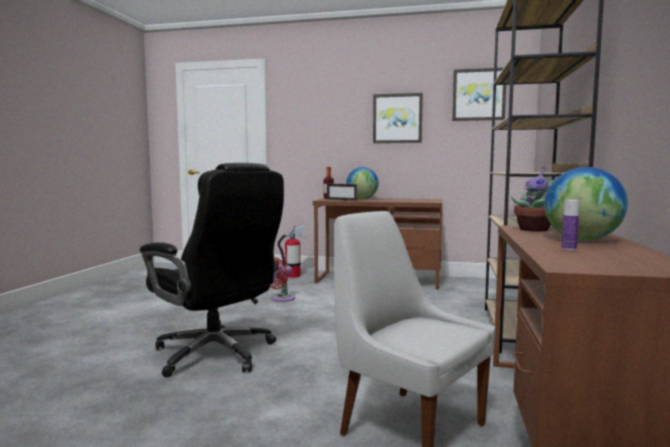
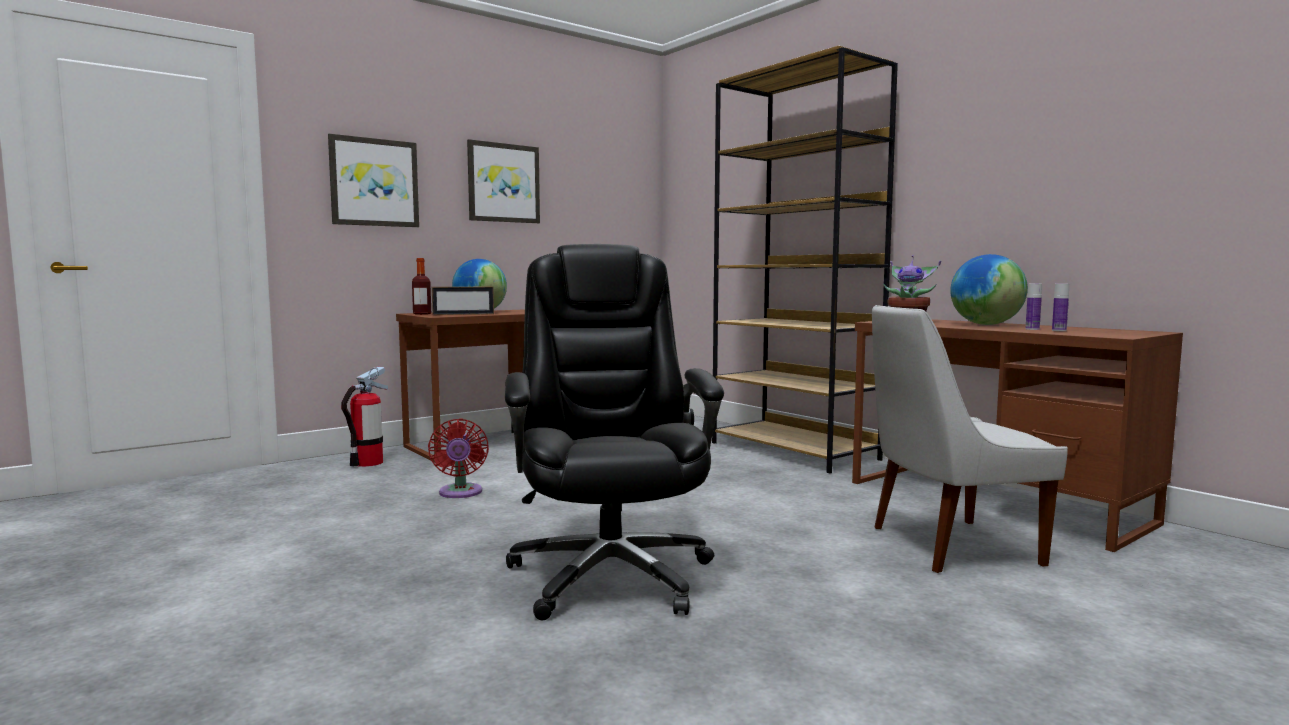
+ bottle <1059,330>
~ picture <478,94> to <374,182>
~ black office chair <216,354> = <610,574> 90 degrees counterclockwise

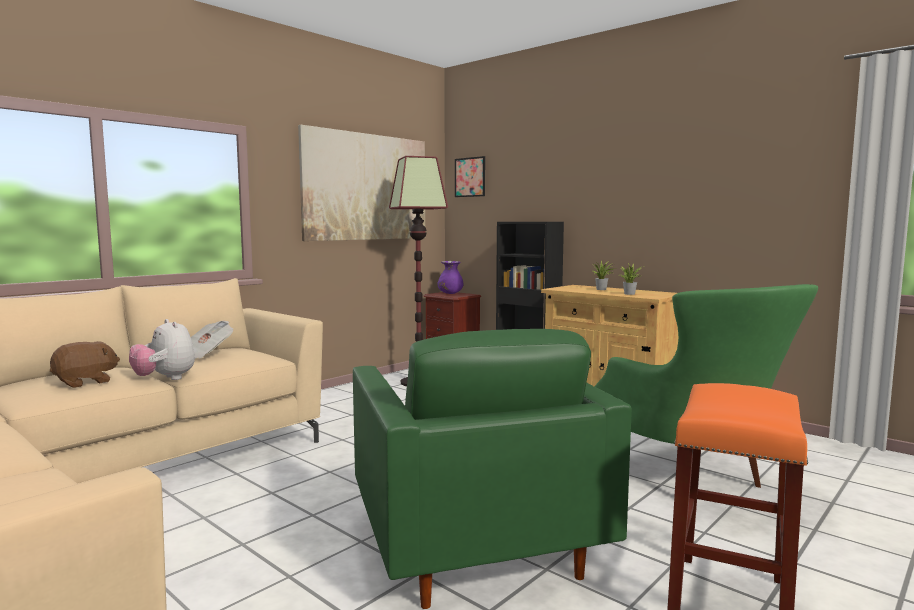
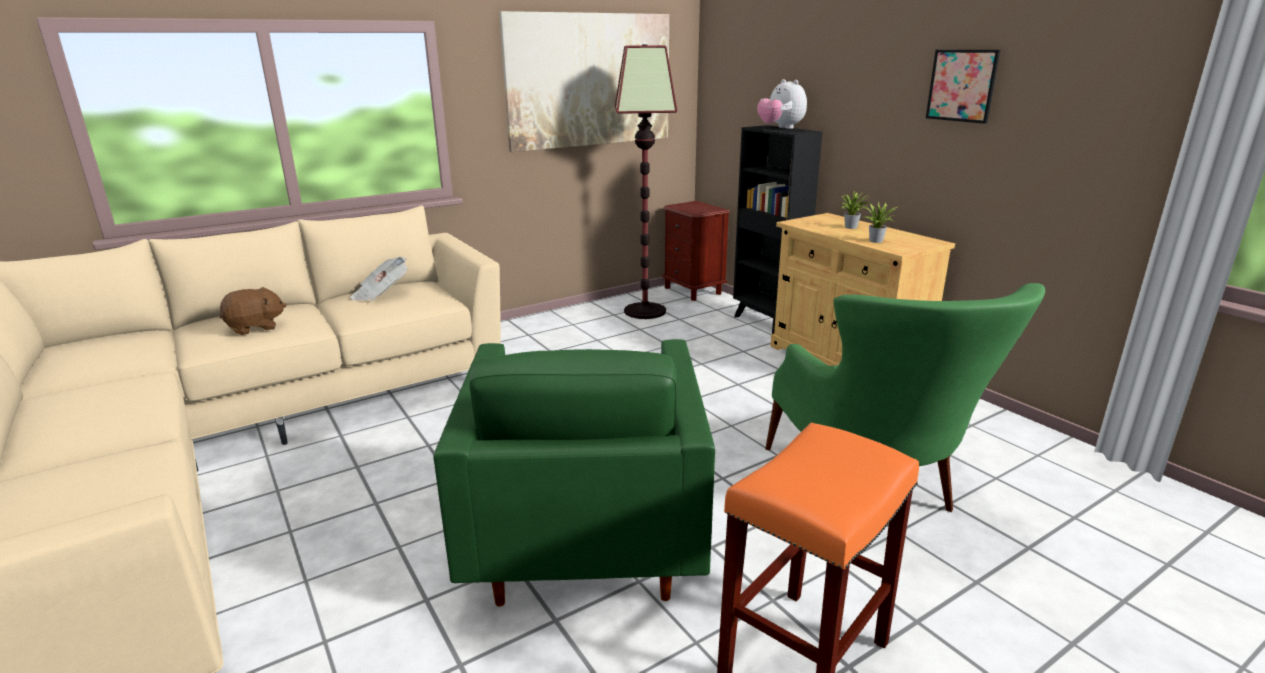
- purple vase <450,293>
~ plush toy <165,379> to <780,128>
~ picture <470,177> to <961,85>

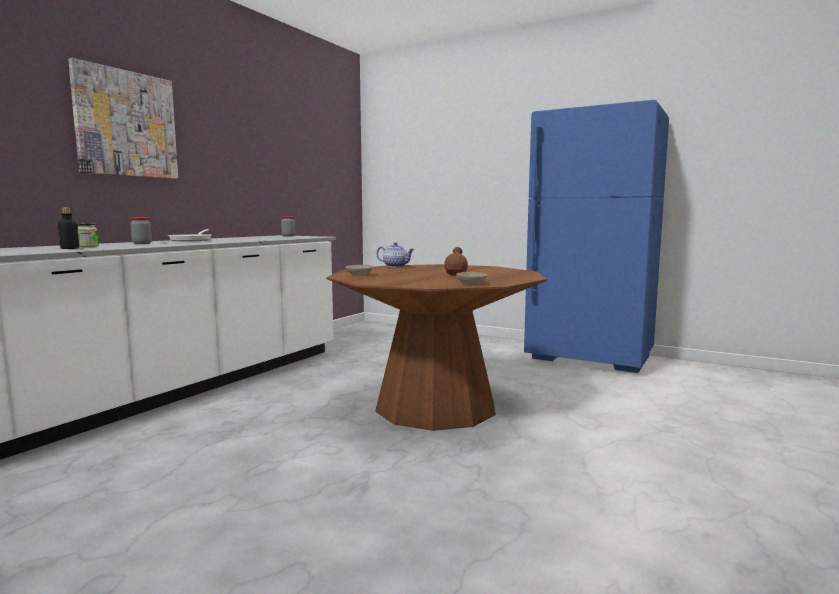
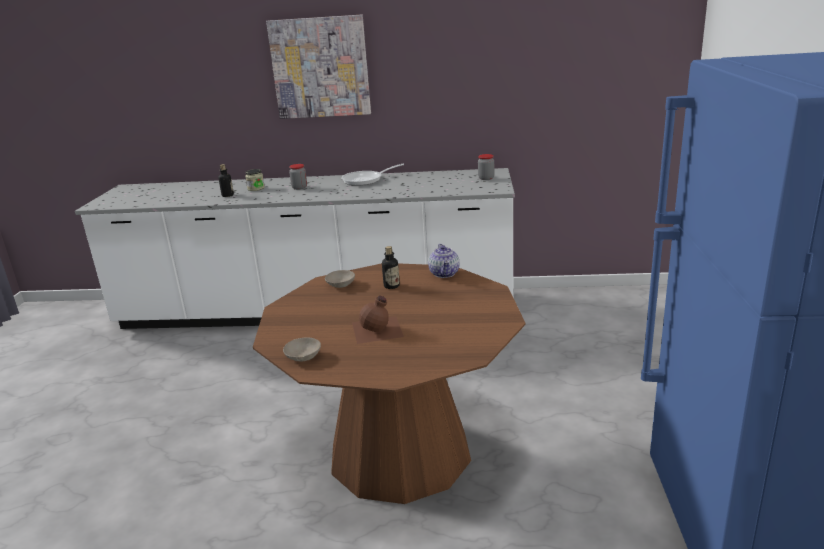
+ bottle <391,286>

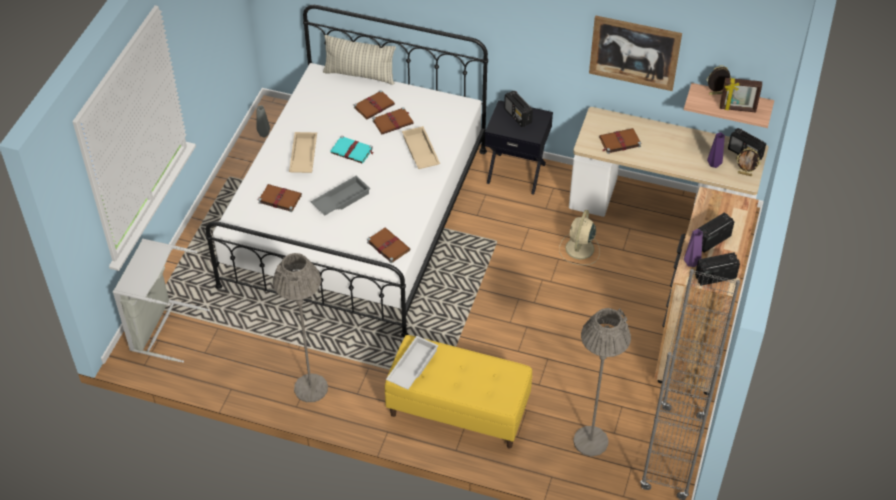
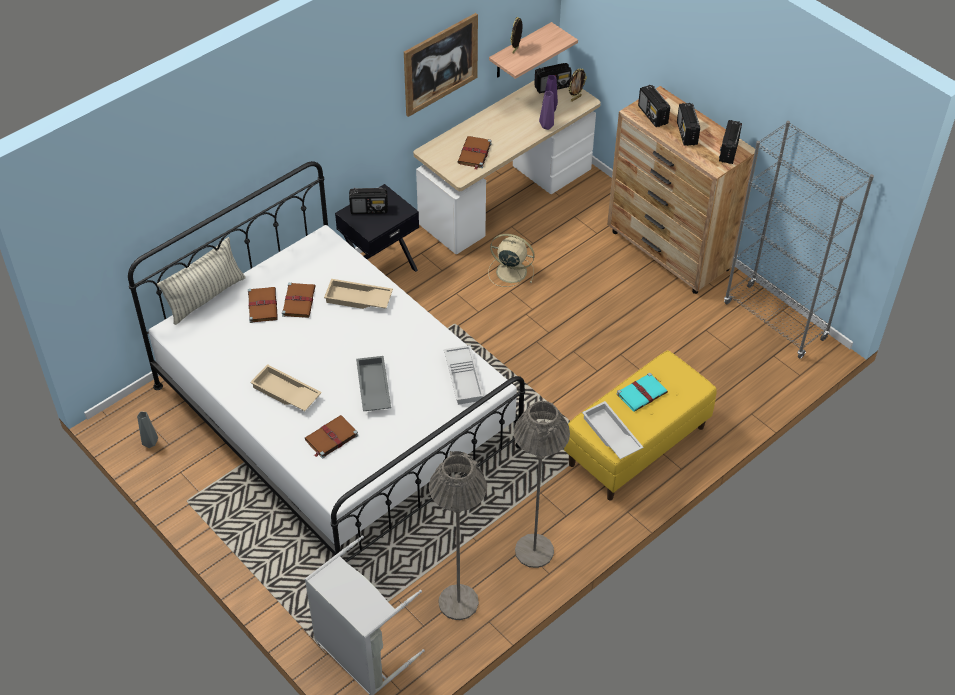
- picture frame <737,109>
+ radio <653,115>
~ turquoise book <352,151> to <642,393>
~ grey floor lamp <590,441> to <458,602>
~ purple vase <691,263> to <547,127>
~ brown book <388,246> to white tray <464,378>
~ beige fan <579,249> = <510,271> 150 degrees clockwise

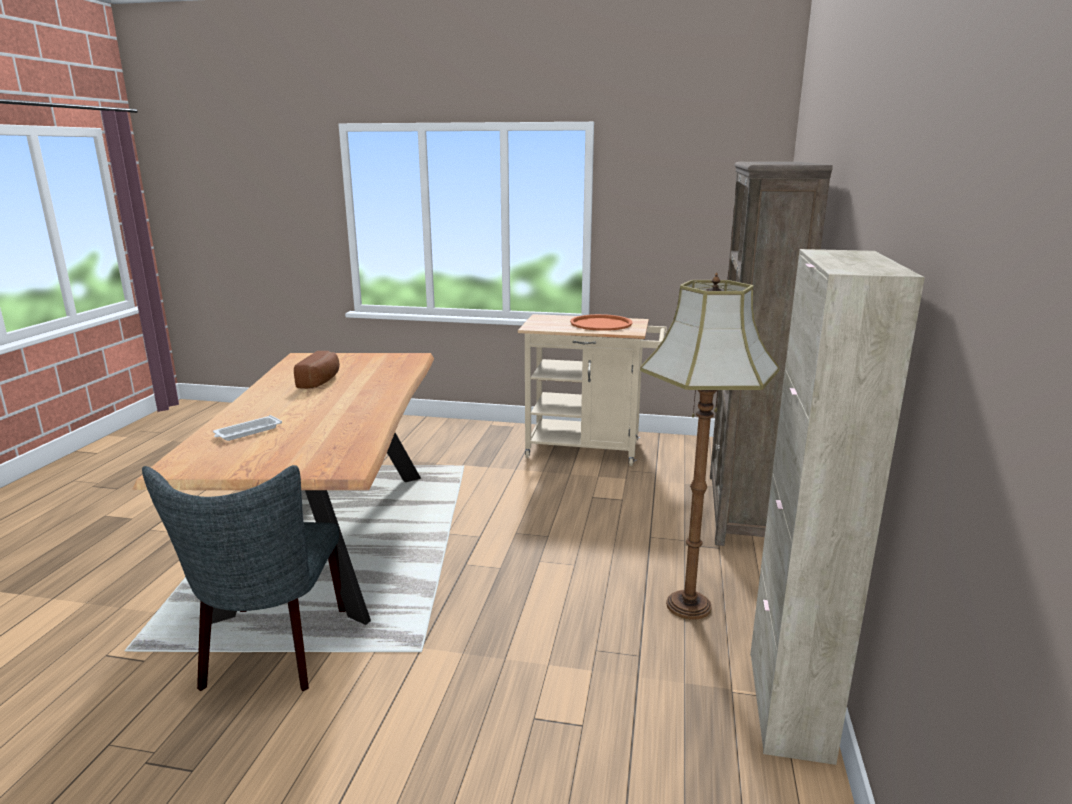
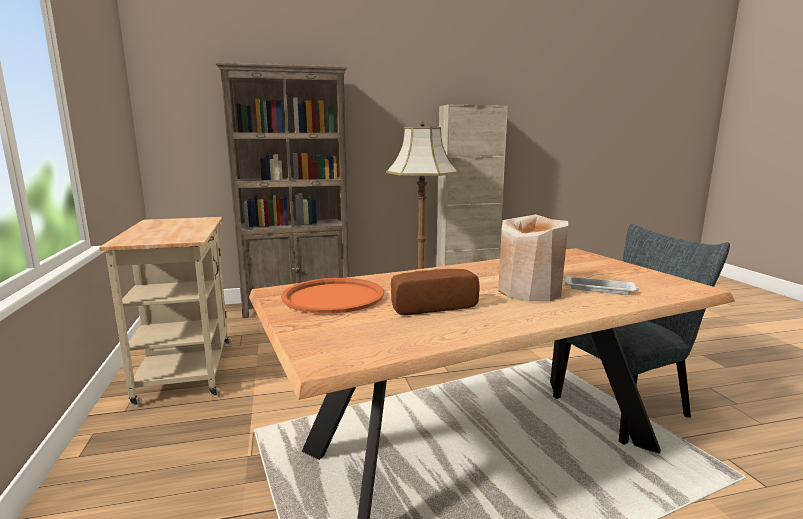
+ beige vase <529,291>
~ orange tray <601,324> to <333,297>

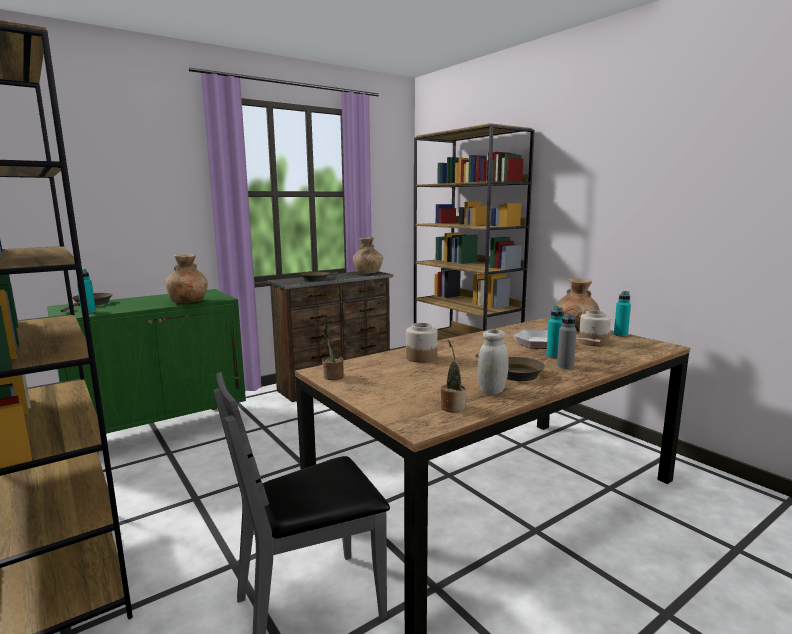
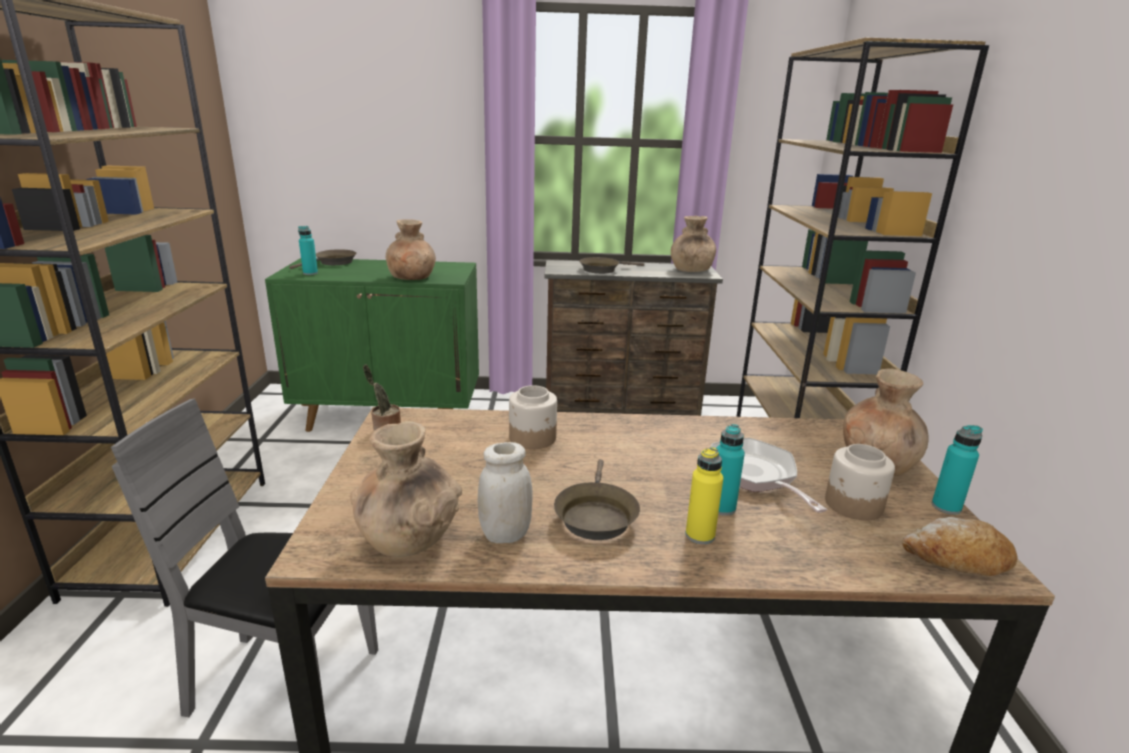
+ bread <956,559>
~ potted plant <452,407> to brown vase <408,539>
~ grey bottle <565,366> to yellow bottle <700,535>

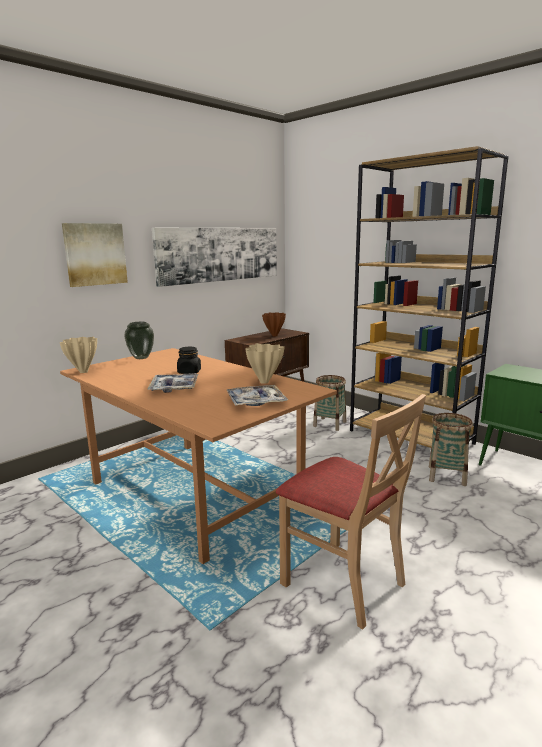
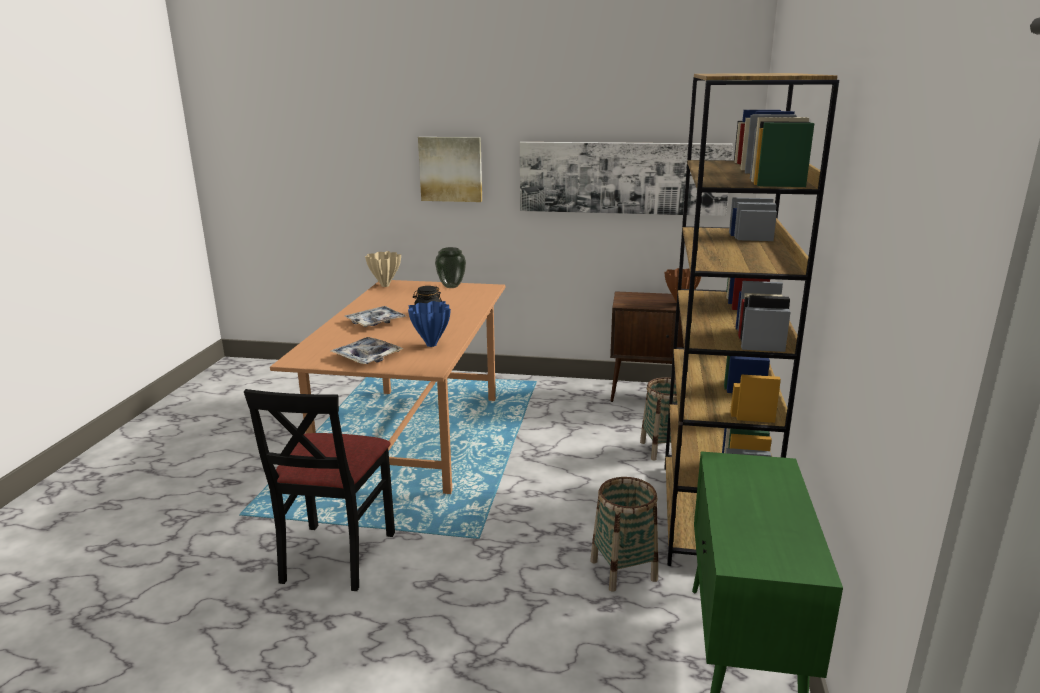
~ beige vase <264,382> to blue vase <431,345>
~ beige chair <343,582> to black chair <336,555>

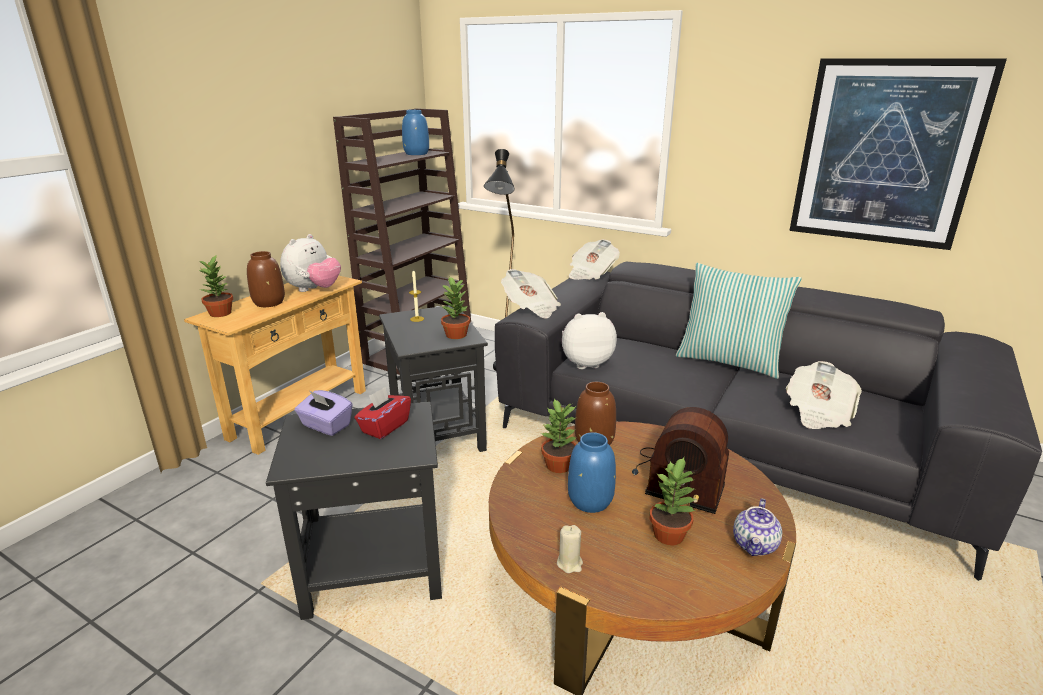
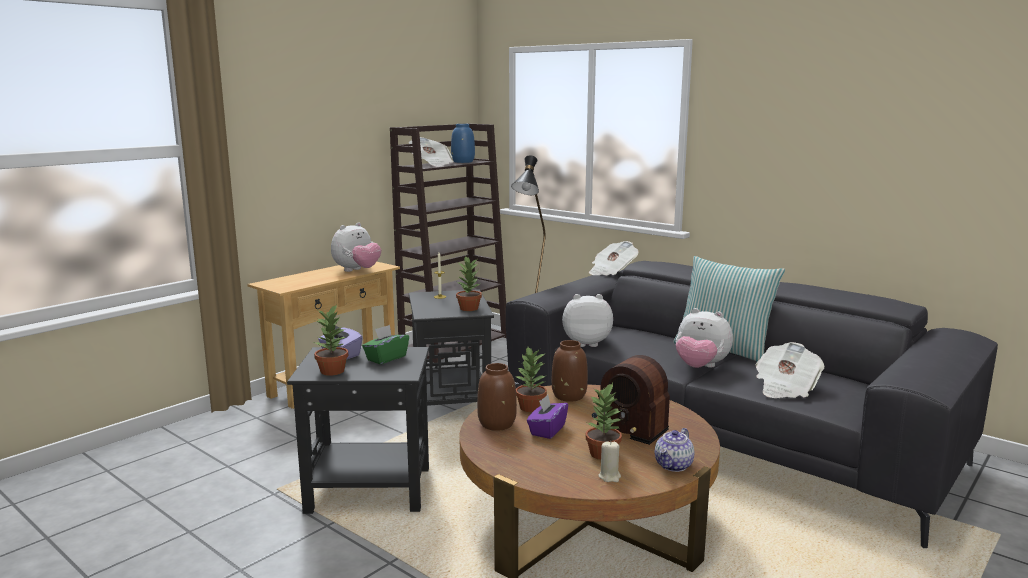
- picture <886,153>
+ plush toy <700,367>
~ potted plant <221,313> to <333,371>
~ brown vase <269,303> to <496,424>
~ newspaper <531,308> to <431,164>
~ beige candle <569,563> to <609,476>
~ blue vase <590,501> to purple tissue box <547,430>
~ red tissue box <384,427> to green tissue box <386,358>

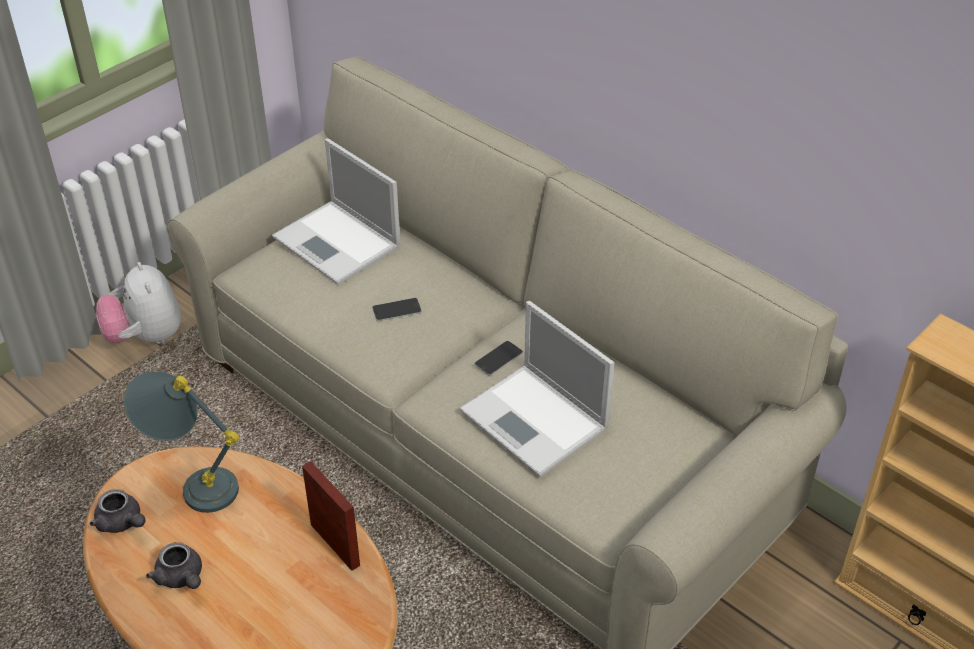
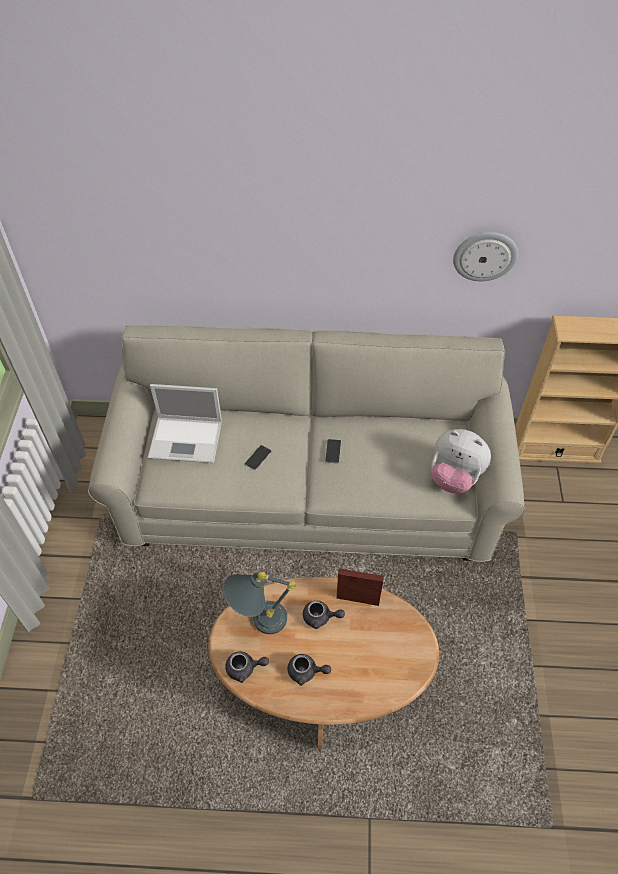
- laptop <536,421>
+ grey teapot <320,617>
+ wall clock <485,255>
~ plush toy <146,337> to <454,477>

